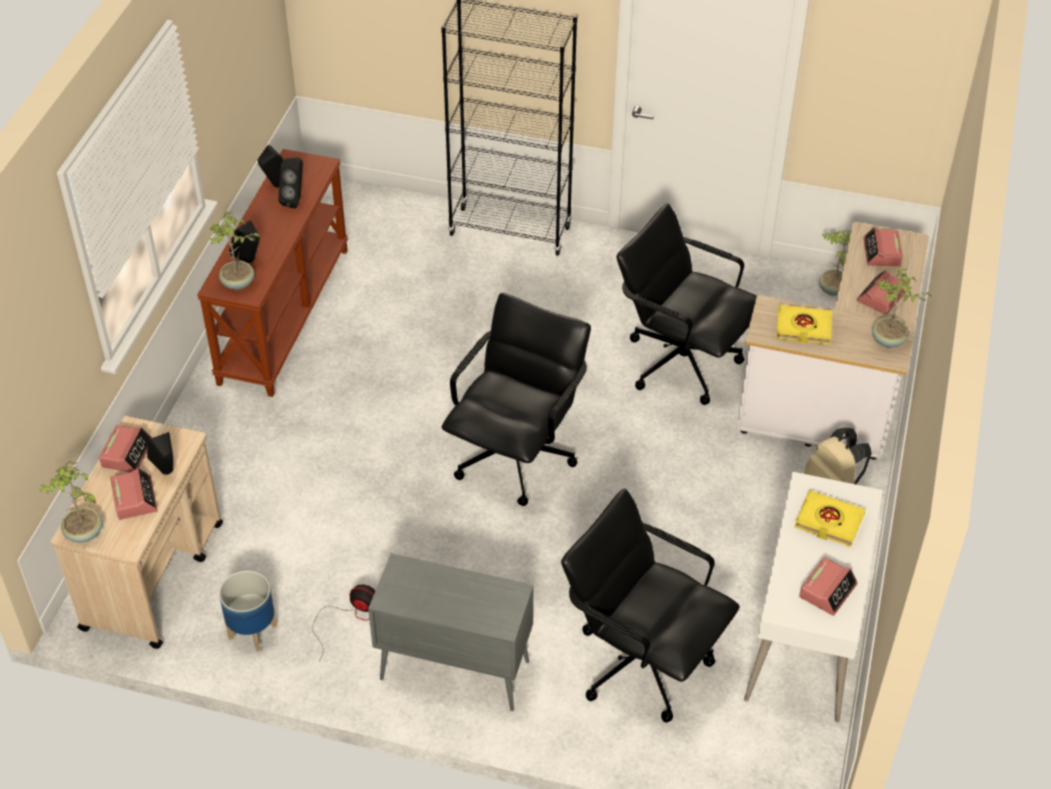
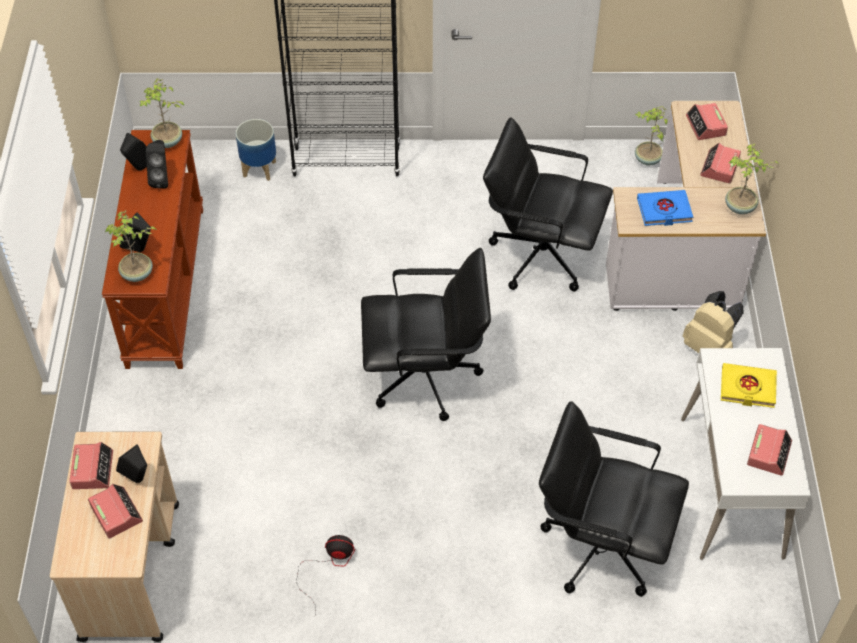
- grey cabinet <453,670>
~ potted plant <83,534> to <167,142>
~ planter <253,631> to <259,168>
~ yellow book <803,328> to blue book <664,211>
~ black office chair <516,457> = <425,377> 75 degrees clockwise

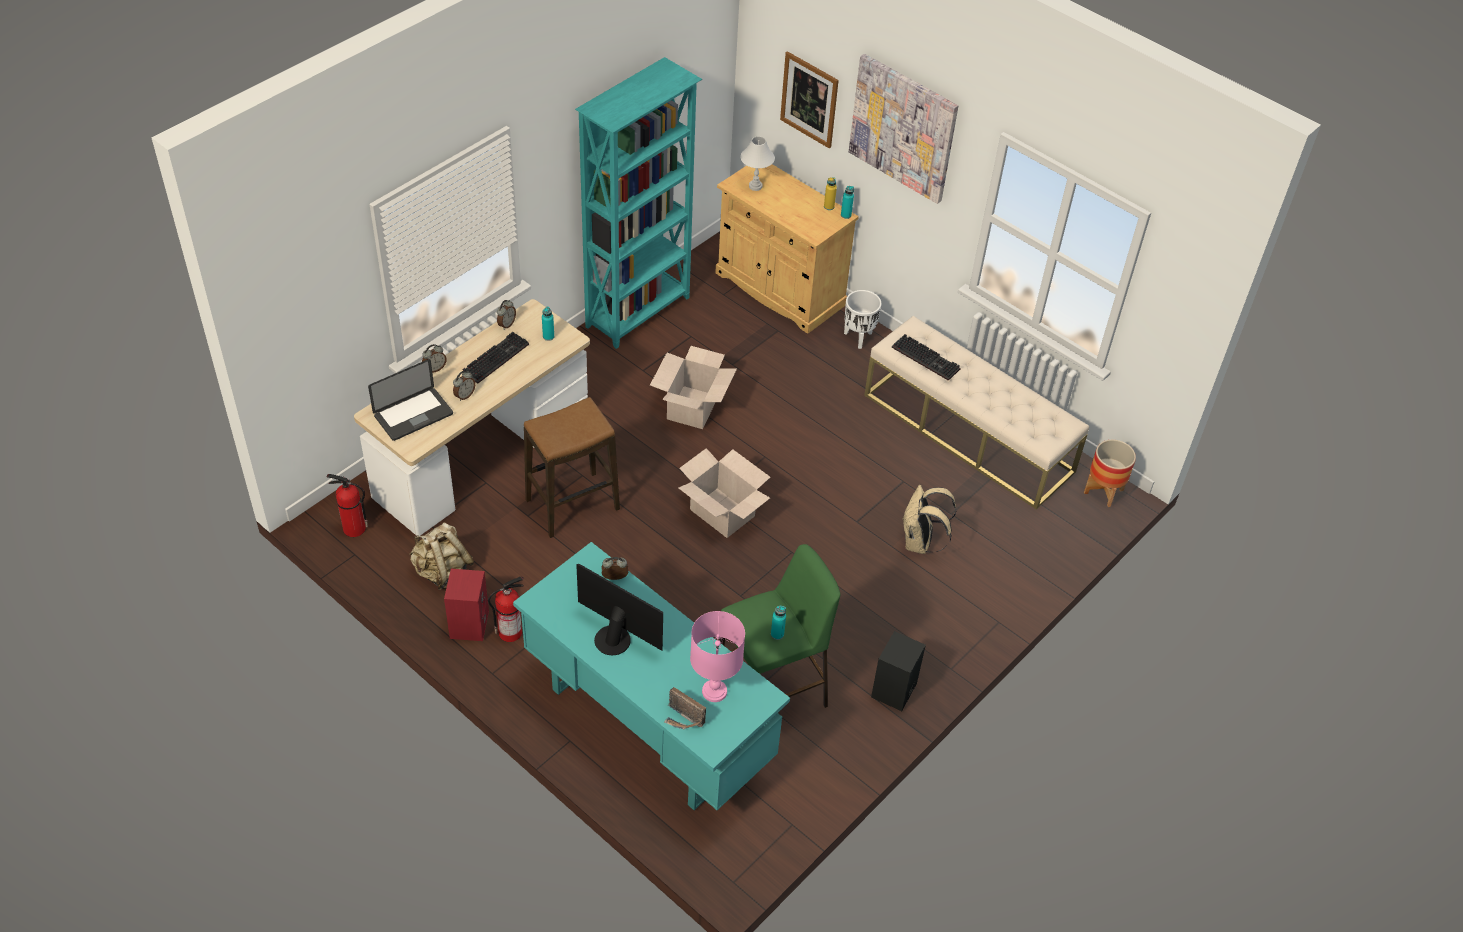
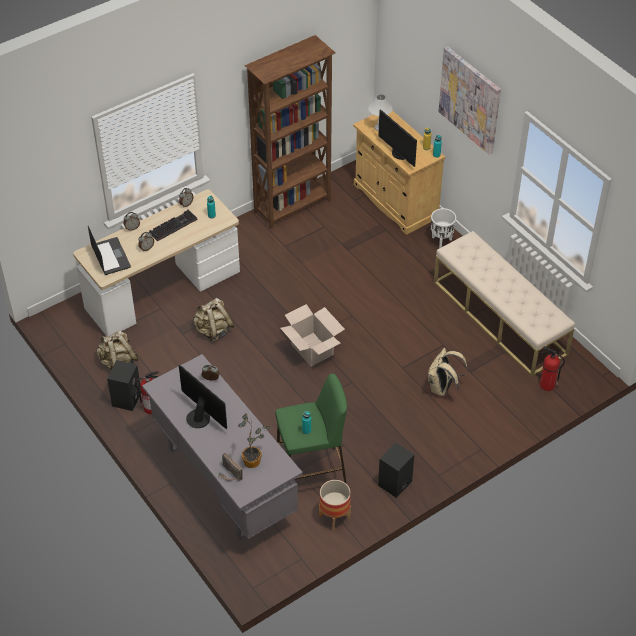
- cardboard box <693,408>
- picture <809,99>
- keyboard <927,358>
+ monitor <400,154>
~ fire extinguisher <353,528> to <546,385>
~ planter <1103,491> to <334,517>
~ stool <572,505> to beige backpack <213,331>
~ pink table lamp <714,691> to potted plant <254,460>
~ red speaker <468,623> to black speaker <126,398>
~ turquoise desk <646,726> to grey desk <223,481>
~ turquoise bookcase <639,312> to brown bookcase <293,206>
~ laptop <413,415> = <110,257> 90 degrees counterclockwise

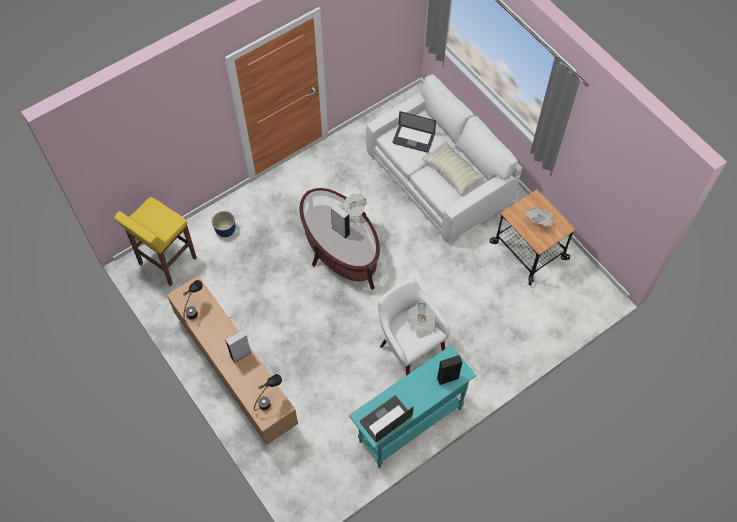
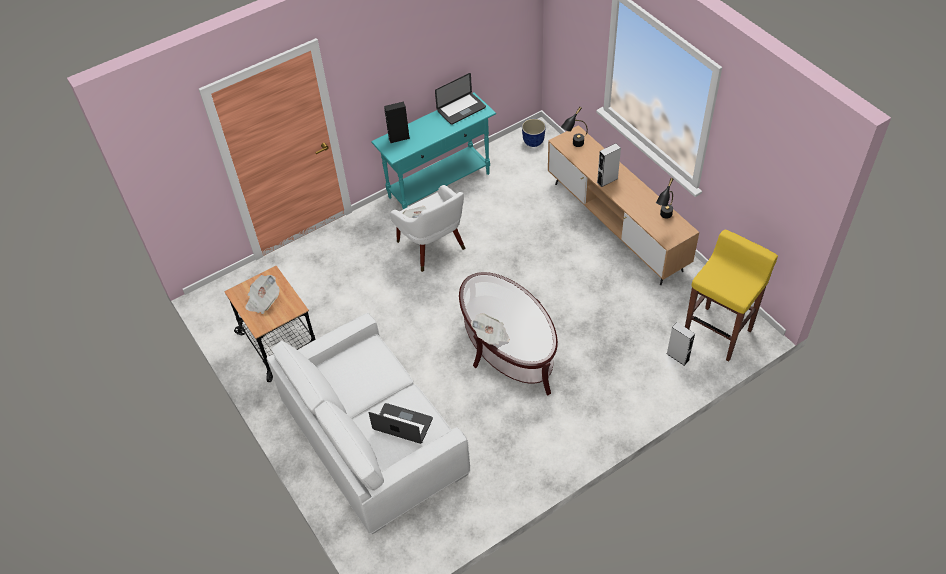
- pillow <452,172>
~ planter <225,230> to <533,142>
~ grey speaker <341,231> to <677,357>

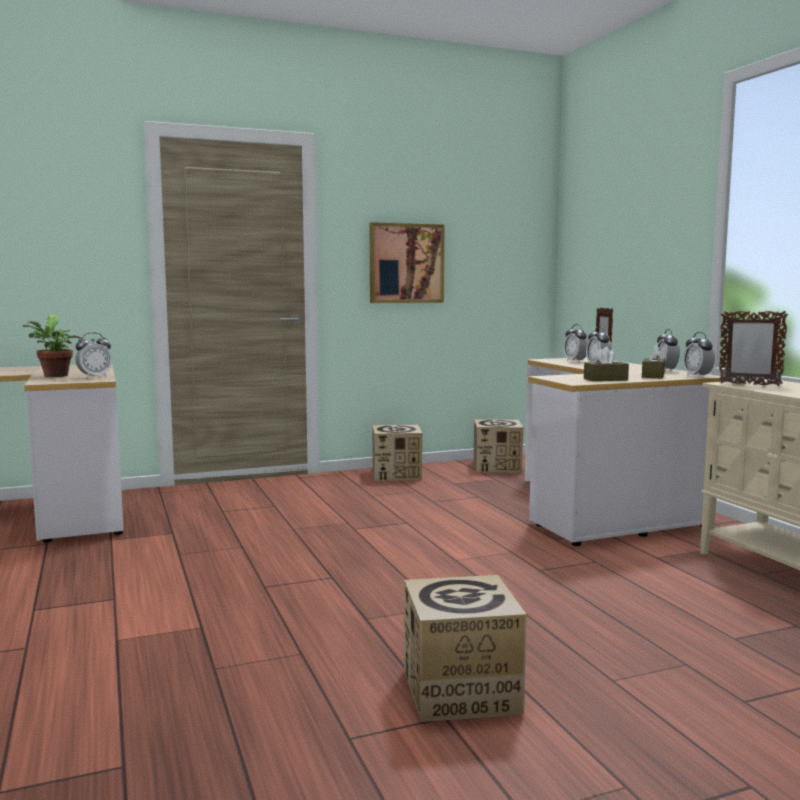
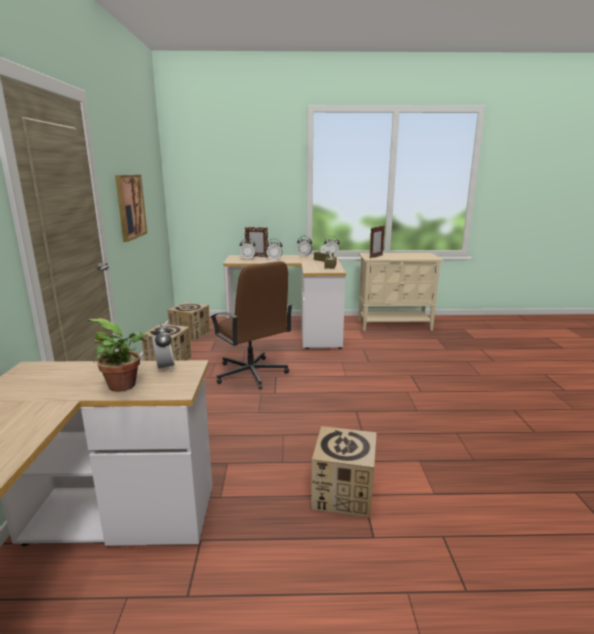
+ brown office chair <251,374>
~ cardboard box <460,691> to <343,493>

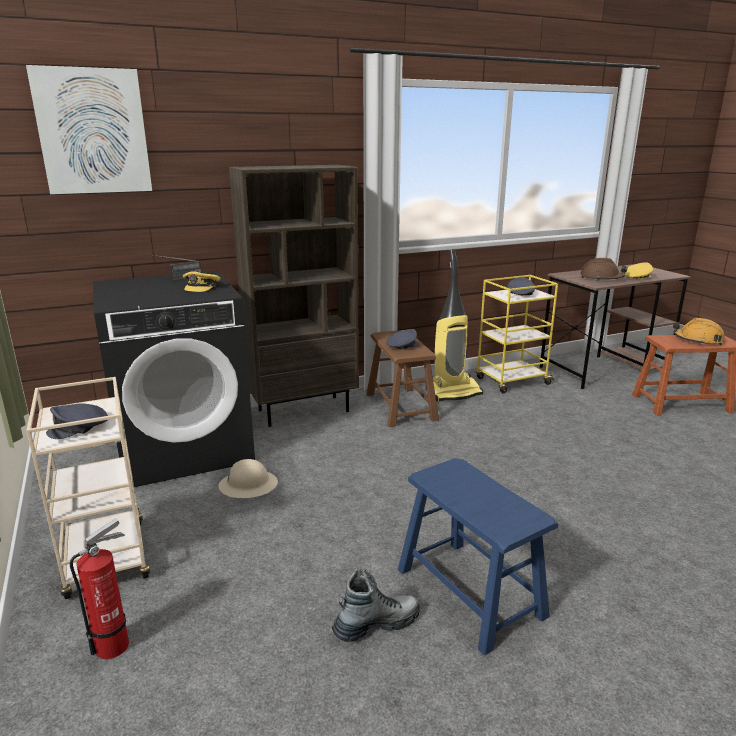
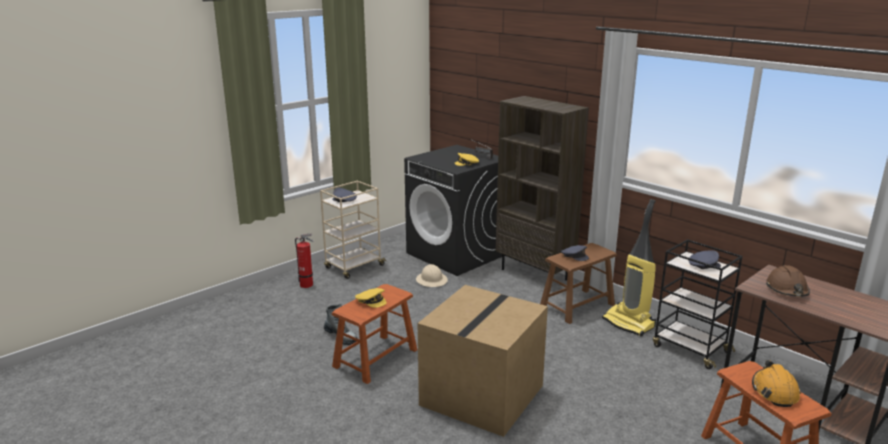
- picture <93,132>
+ cardboard box <482,396>
~ yellow cap <637,277> to <371,301>
~ blue stool <469,592> to brown stool <375,358>
~ yellow cart <511,381> to black cart <690,348>

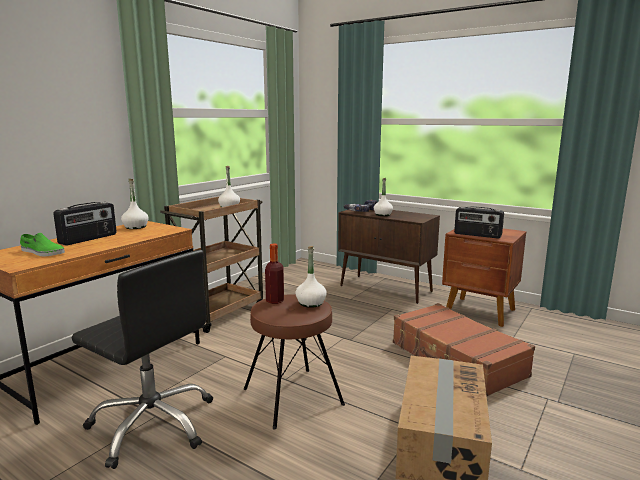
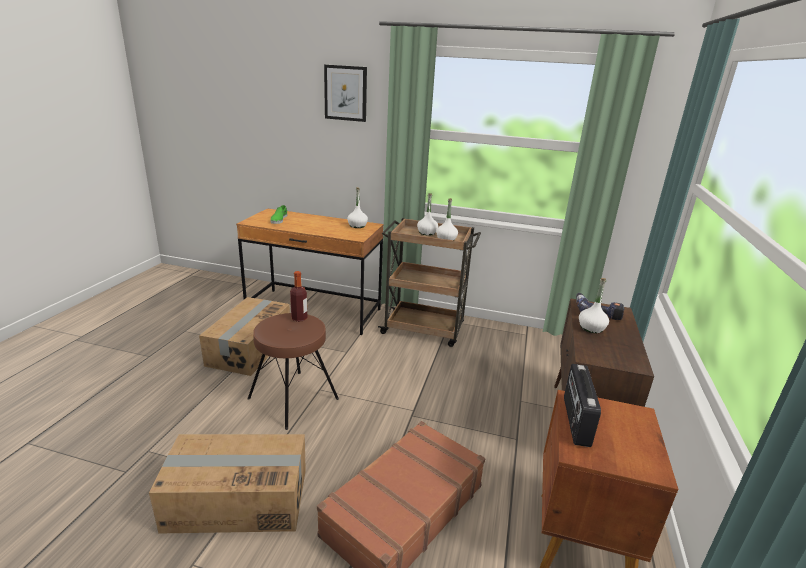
- radio <89,239>
+ picture <345,93>
~ white bottle <310,303> to <427,233>
~ black office chair <153,424> to cardboard box <249,348>

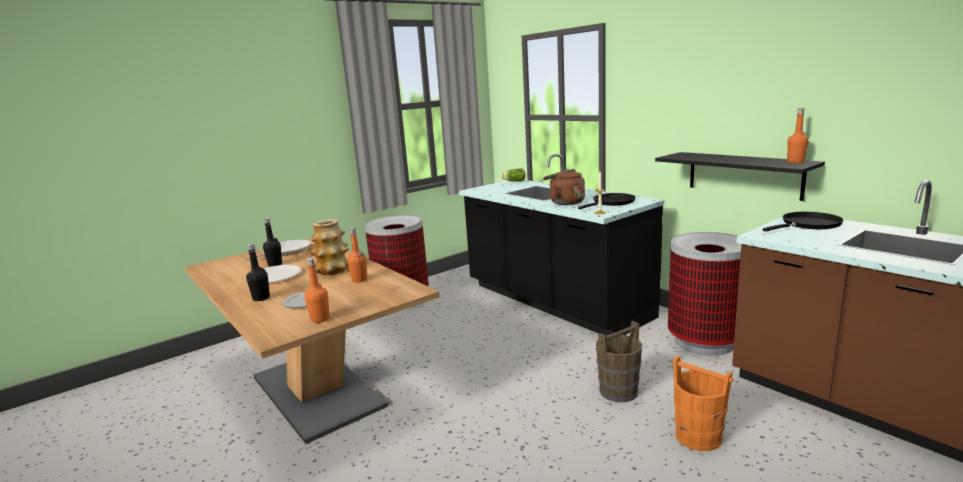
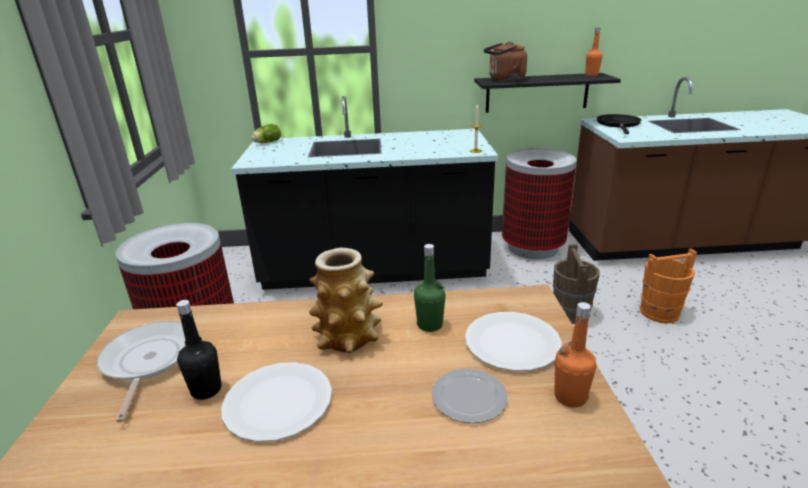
- black bottle <261,298>
- black frying pan <611,202>
+ white plate <512,342>
~ brown kettle <564,202> to <504,80>
~ orange bottle <359,280> to green bottle <430,325>

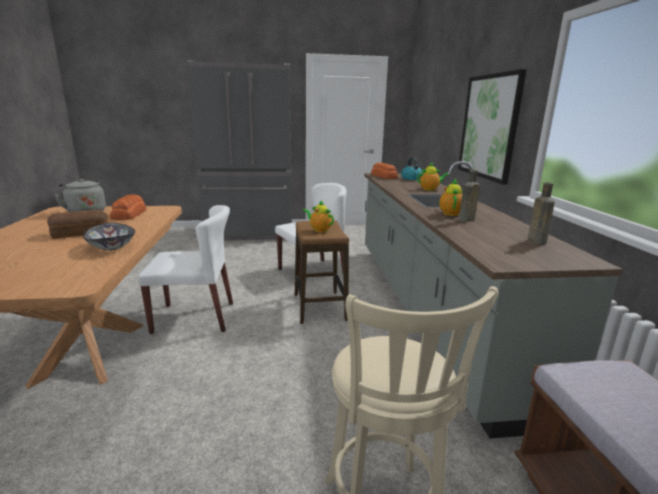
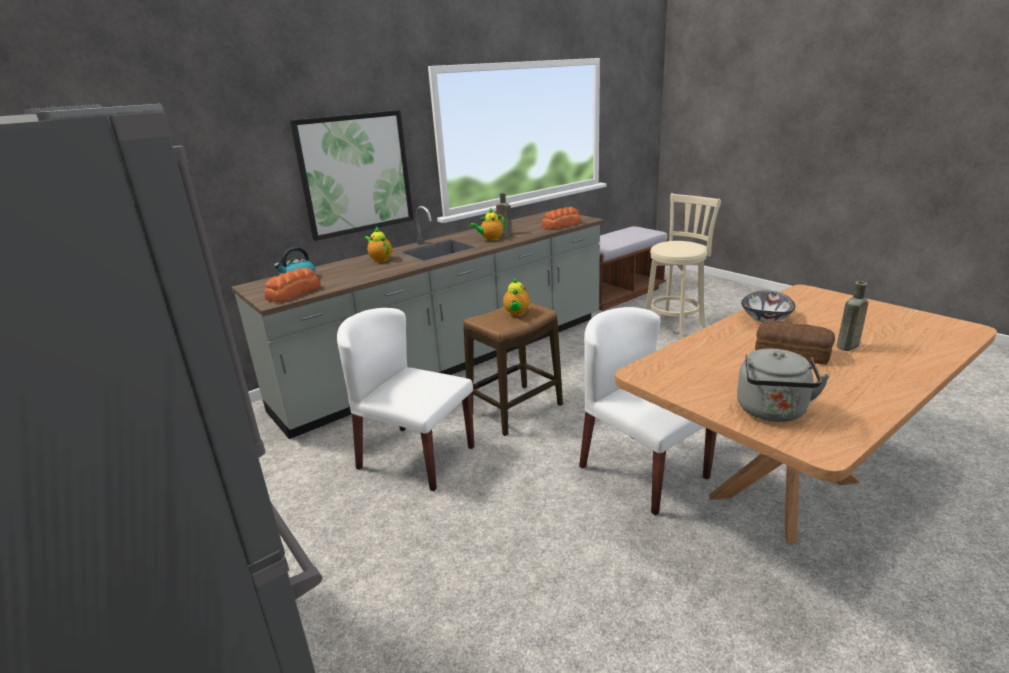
~ bread <129,214> to <560,225>
~ brown bottle <536,240> to <846,347>

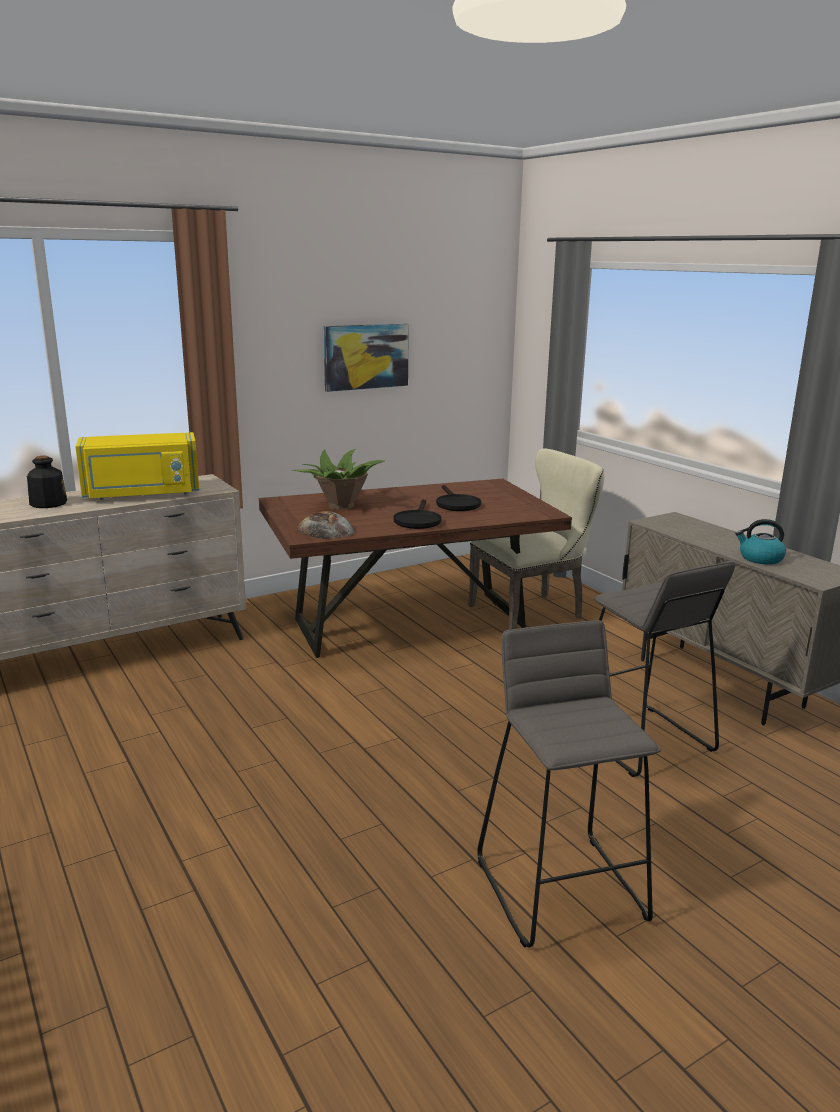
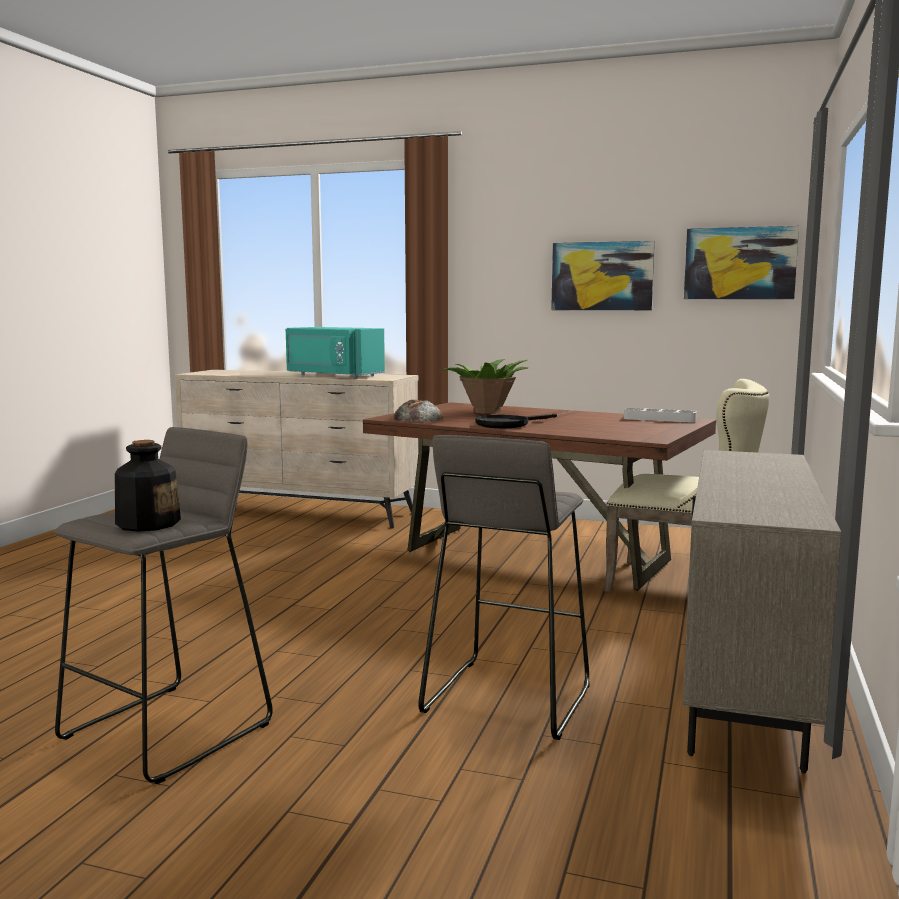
- black frying pan <456,504>
- kettle <760,558>
+ grey tray <659,419>
+ picture <739,263>
~ bottle <48,503> to <147,524>
~ yellow microwave <142,494> to turquoise microwave <332,376>

